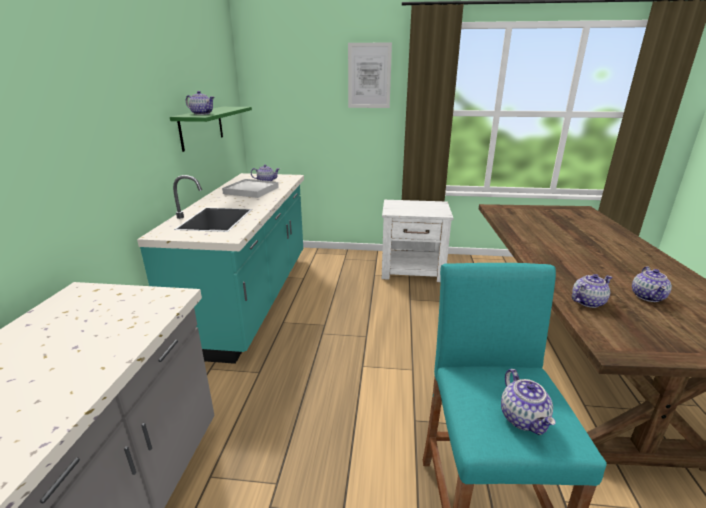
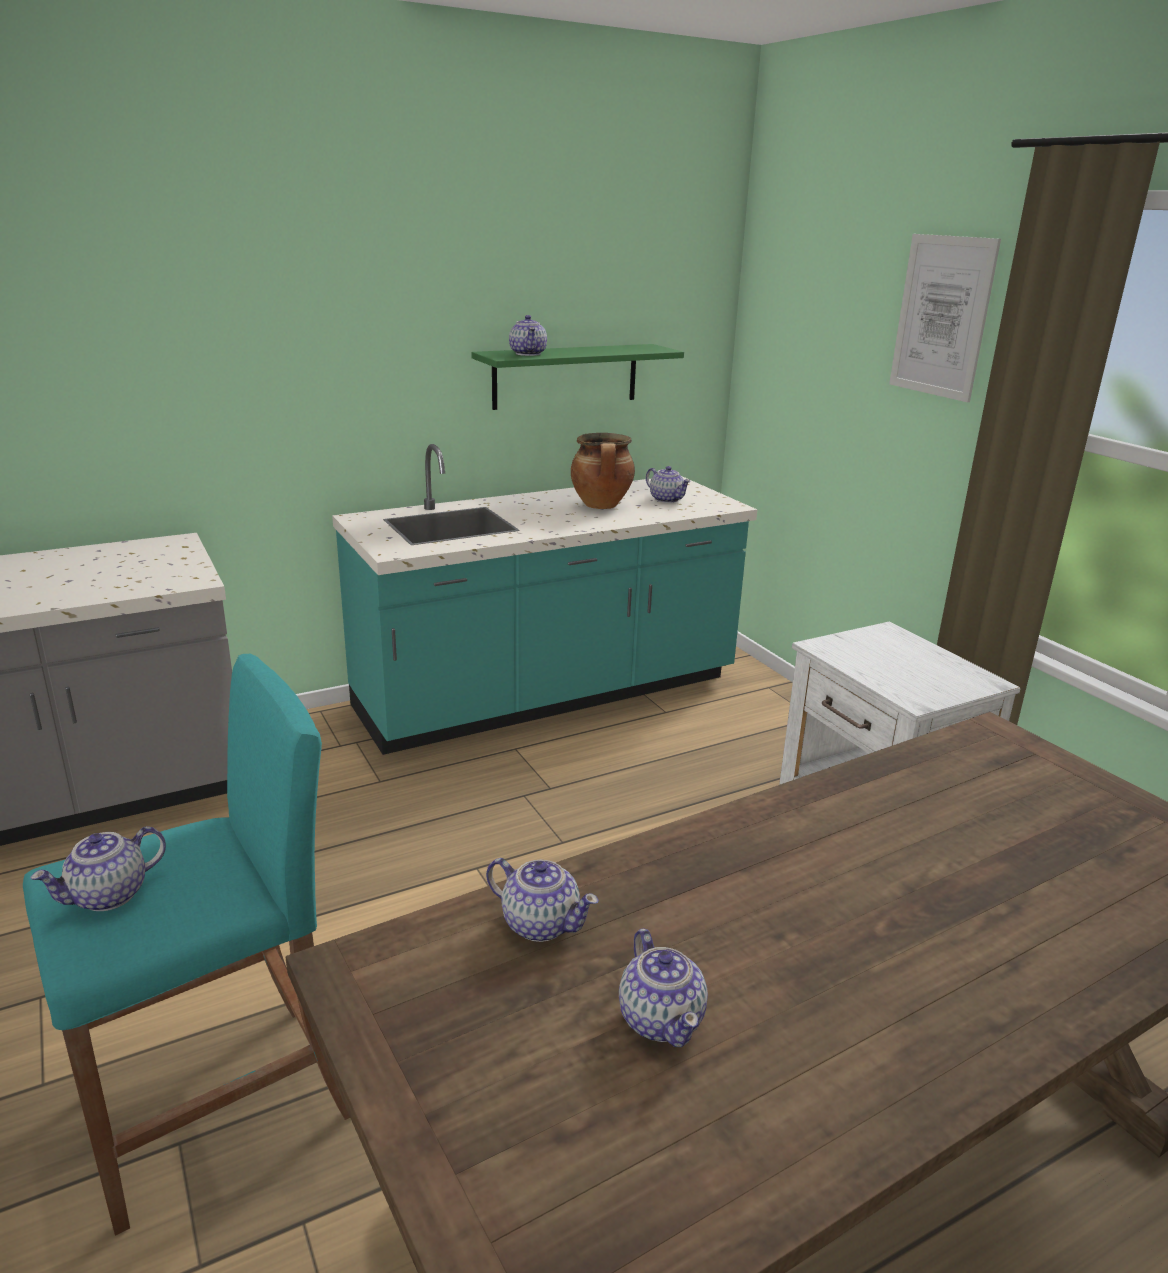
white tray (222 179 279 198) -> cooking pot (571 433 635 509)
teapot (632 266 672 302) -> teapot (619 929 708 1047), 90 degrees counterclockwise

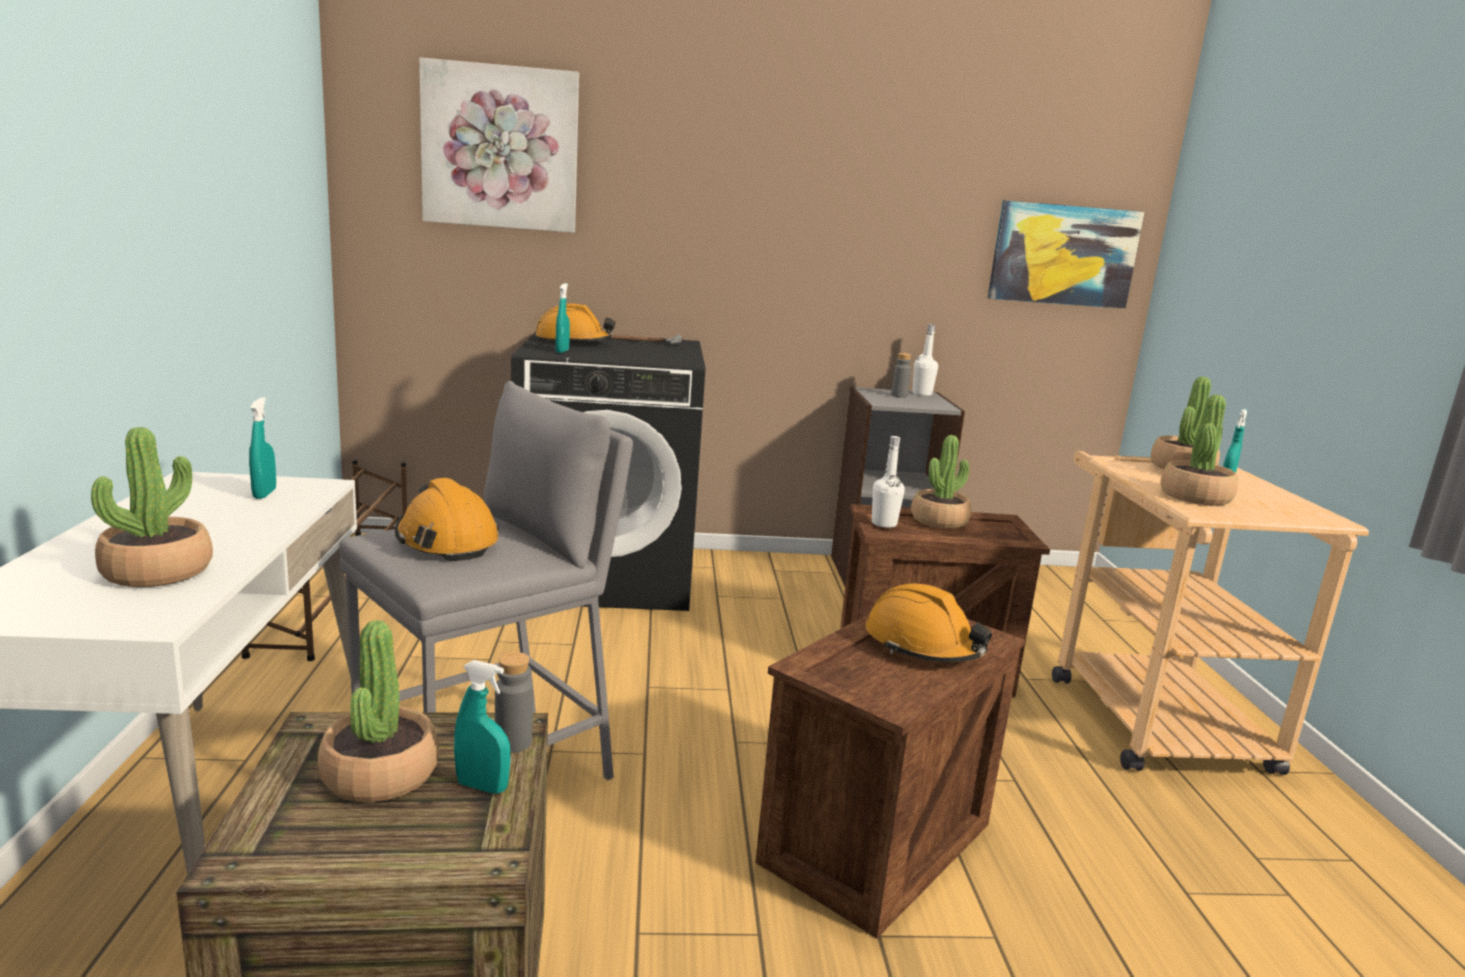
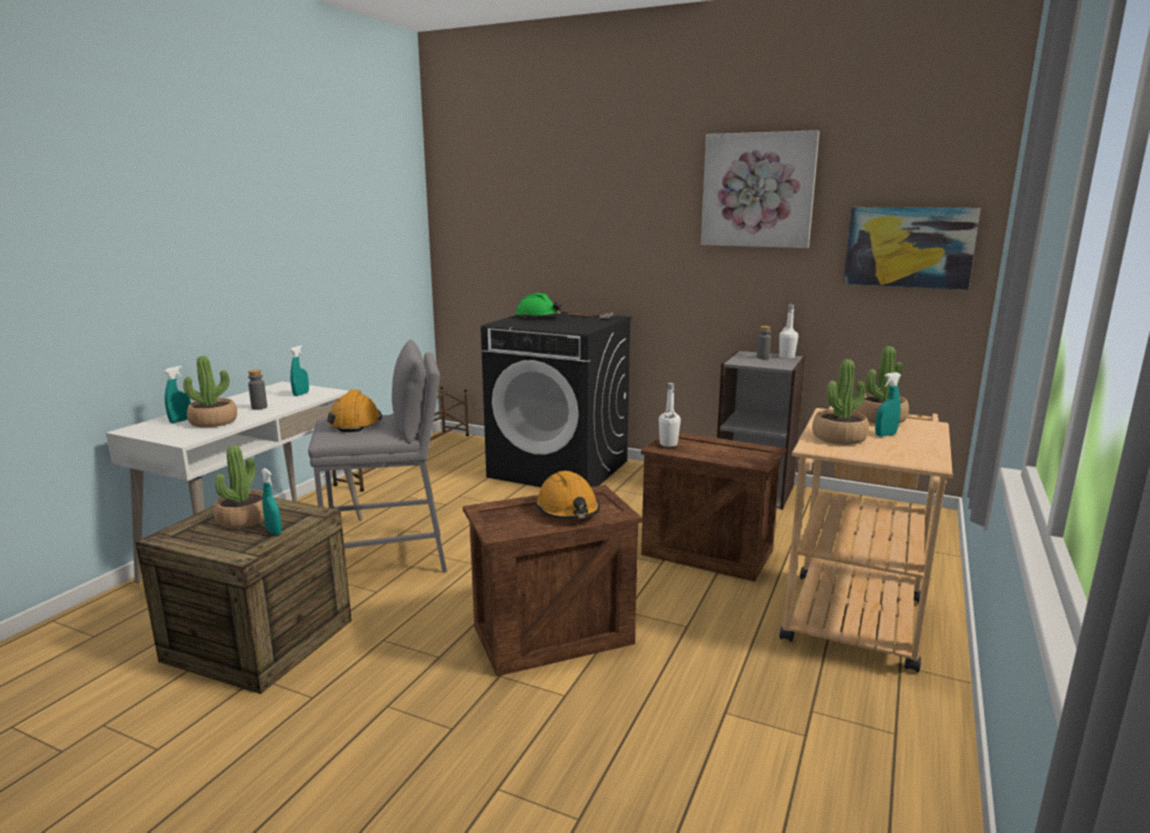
picture (419 57 579 233) -> picture (701 130 819 248), relocated
turquoise spray bottle (555 283 570 353) -> turquoise spray bottle (164 366 191 423), relocated
orange hard hat (535 304 615 342) -> green hard hat (516 293 562 318)
potted plant (911 435 971 529) -> none
grey bottle (495 652 533 753) -> grey bottle (248 369 267 410), relocated

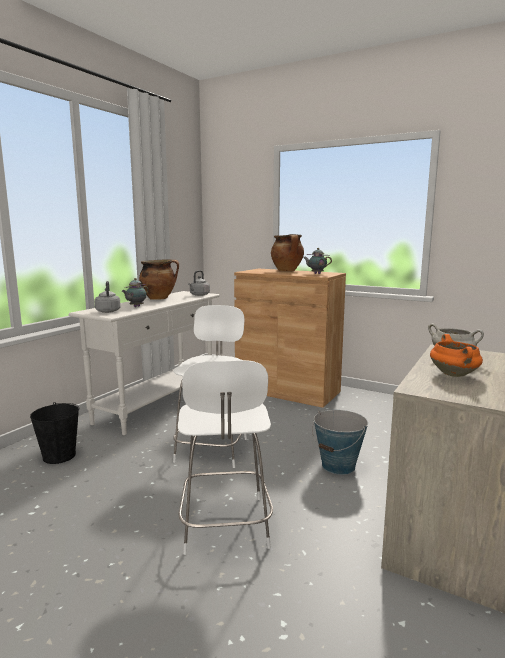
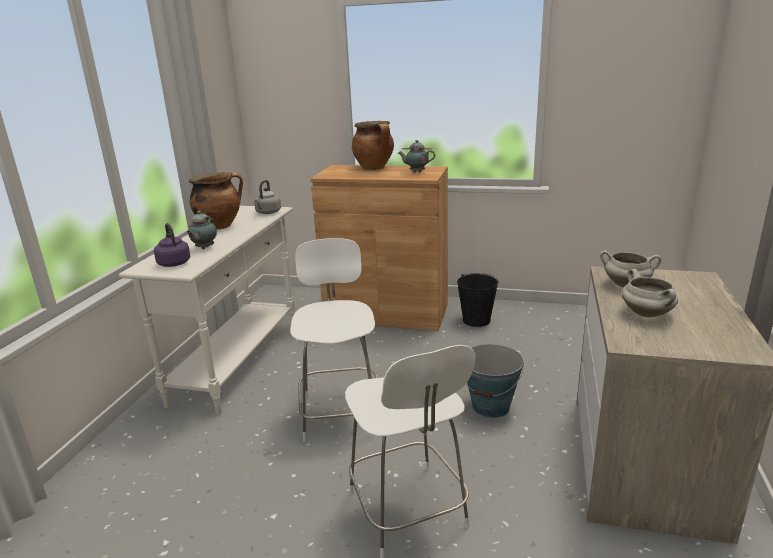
grey kettle (94 281 121 313) -> purple kettle (154 223 190 267)
orange cooking pot (430 334 483 377) -> white cooking pot (621 269 678 317)
black bucket (30 402 79 464) -> black bucket (457 273 499 327), relocated

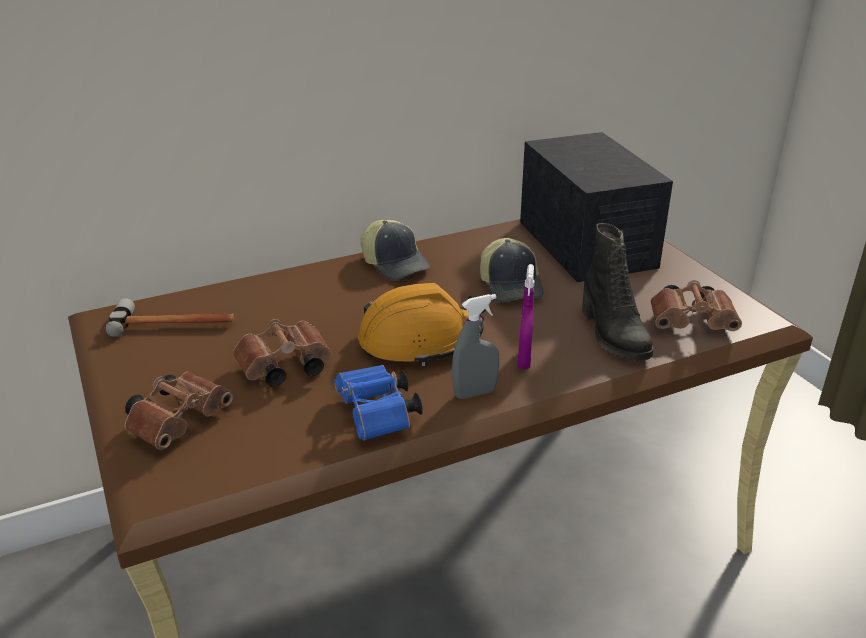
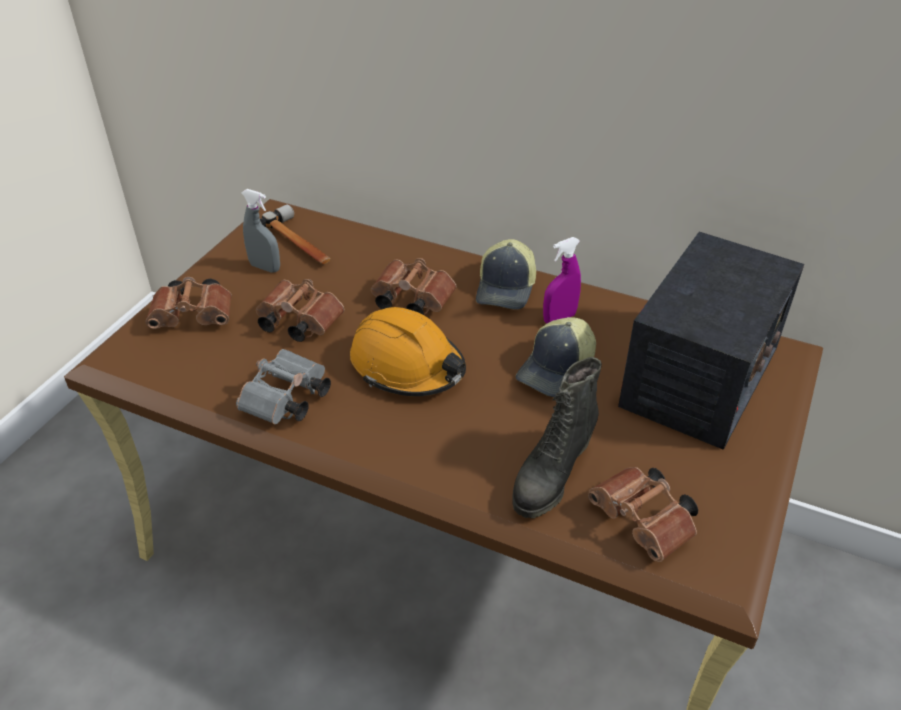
purple spray bottle (517 264 534 369) -> purple spray bottle (543 237 581 323), relocated
grey spray bottle (452 294 499 399) -> grey spray bottle (241 189 280 272), relocated
blue binoculars (334 365 423 441) -> grey binoculars (236 349 331 424)
none -> brown binoculars (371 258 456 315)

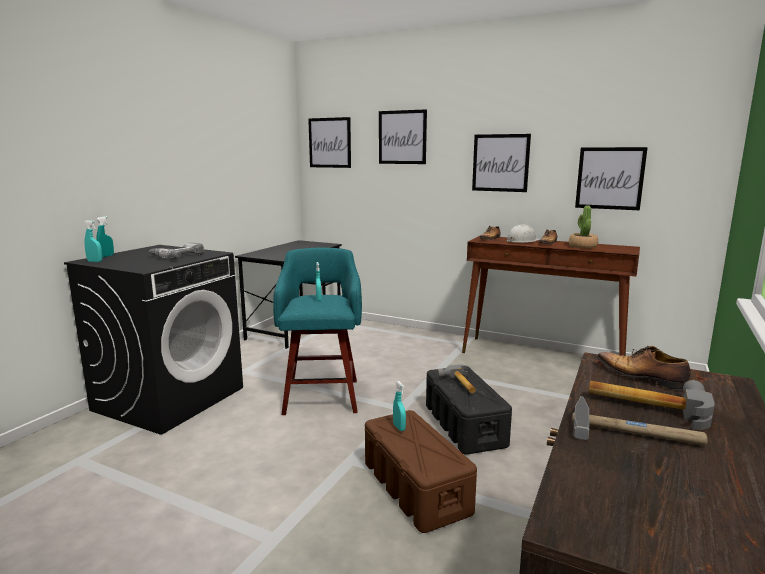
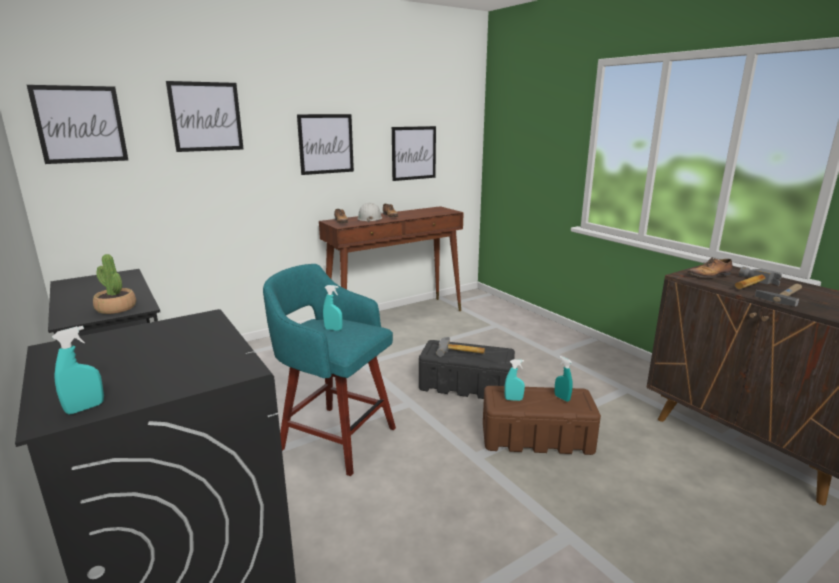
potted plant (569 205 598 249) -> potted plant (93 254 136 314), relocated
turquoise spray bottle (96 216 114 257) -> turquoise spray bottle (555 356 573 402), relocated
power drill (149 242 204 259) -> none

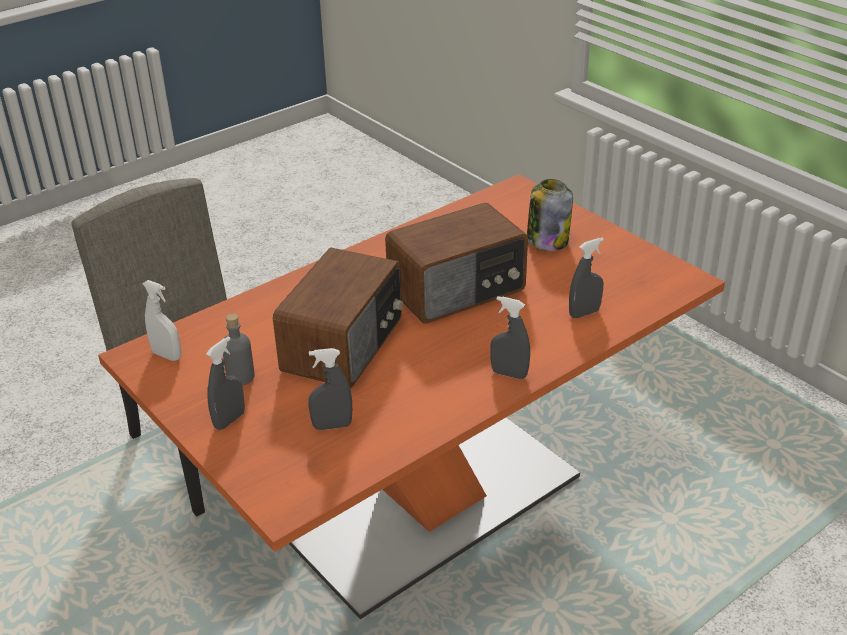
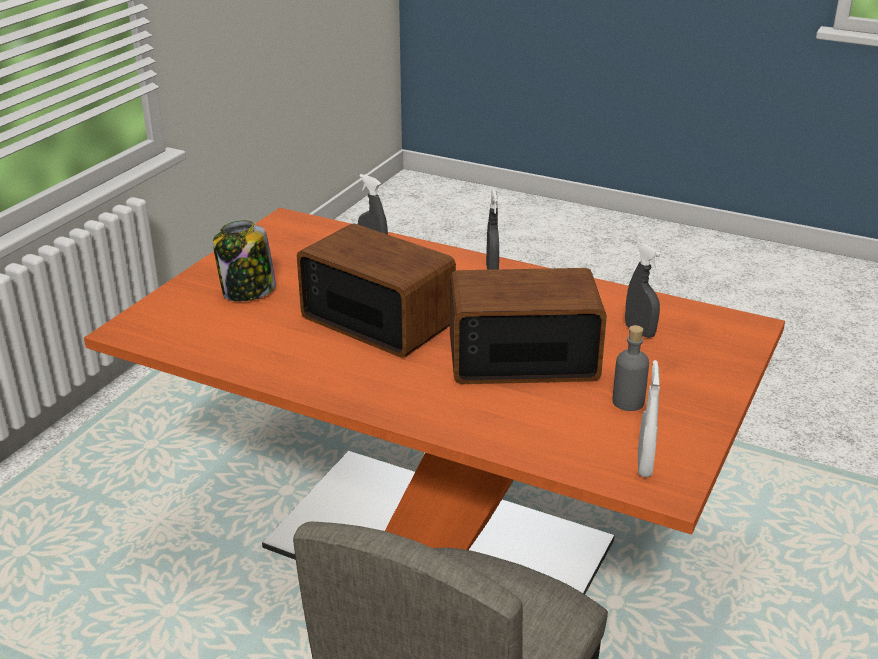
grey spray bottle (206 336 245 430) -> none

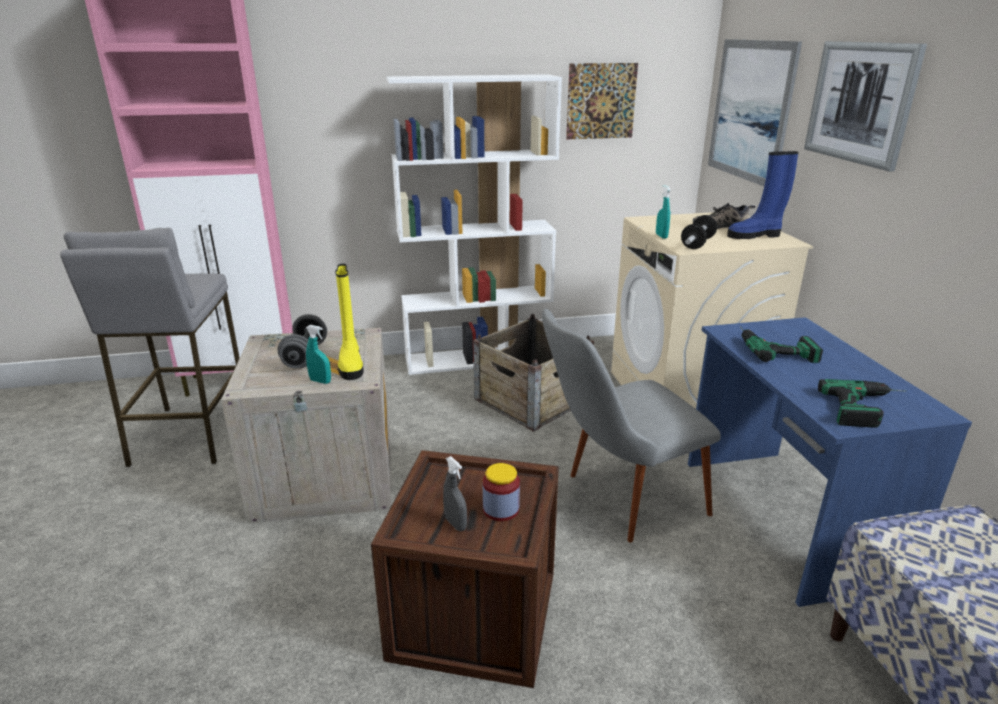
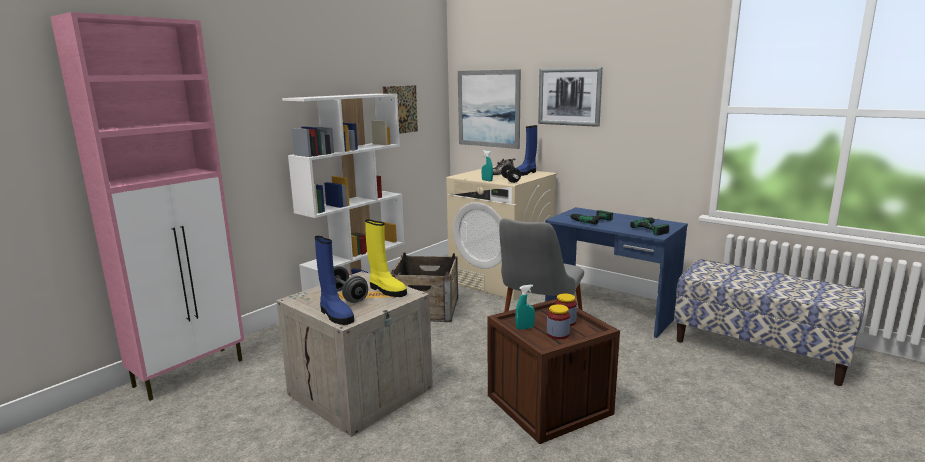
grey stool (60 228 240 467) -> none
turquoise spray bottle (306 325 331 384) -> turquoise spray bottle (515 285 535 330), relocated
grey spray bottle (443 456 467 531) -> jar (547 304 570 339)
none -> blue boot (315 236 354 325)

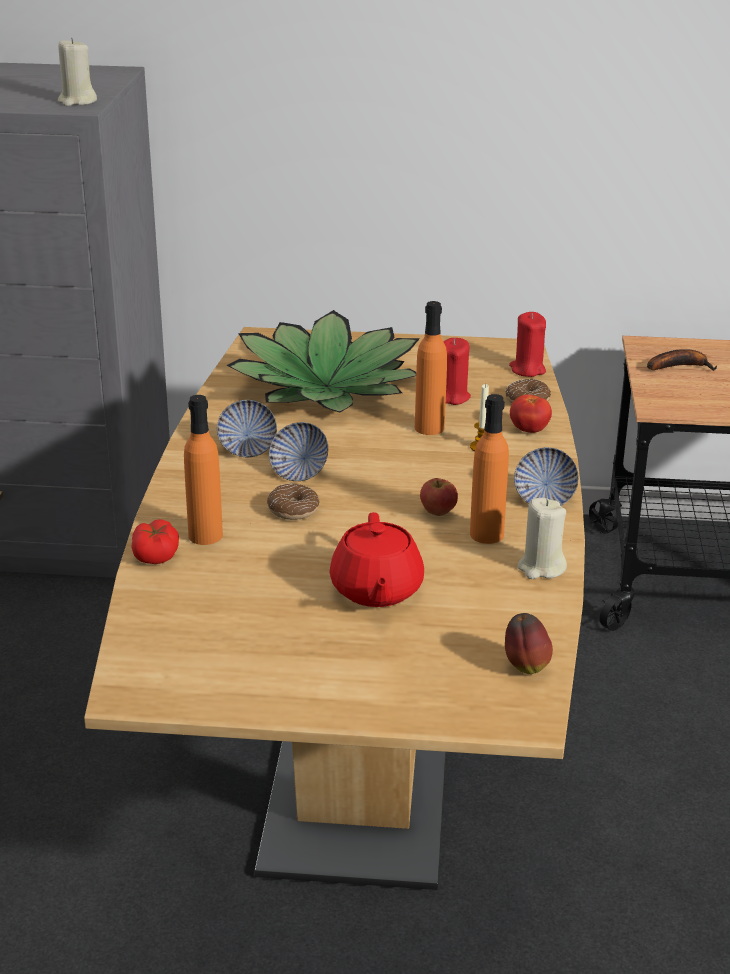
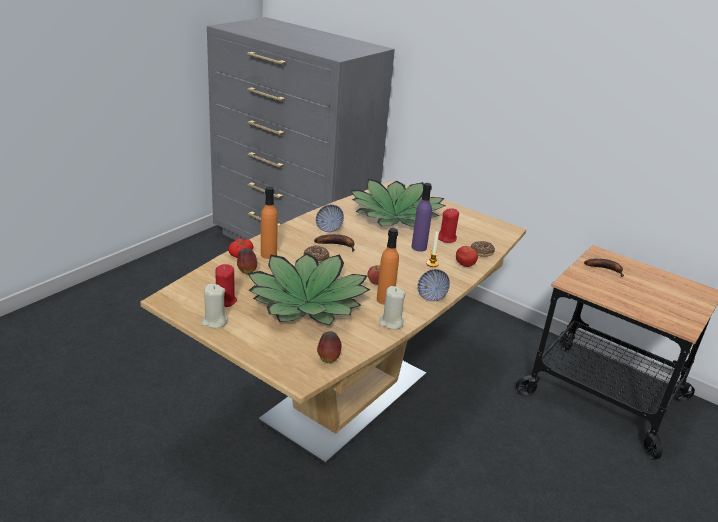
beige candle (58 38 97 106) -> beige candle (201 284 228 328), relocated
orange bottle (415 301 447 435) -> purple bottle (411 183 432 252)
red candle (509 312 546 377) -> red candle (215 264 237 307), relocated
bowl (269 422 328 481) -> banana (314 234 355 252)
red teapot (330 512 424 607) -> potted plant (247 253 371 325)
none -> apple (237 248 257 274)

